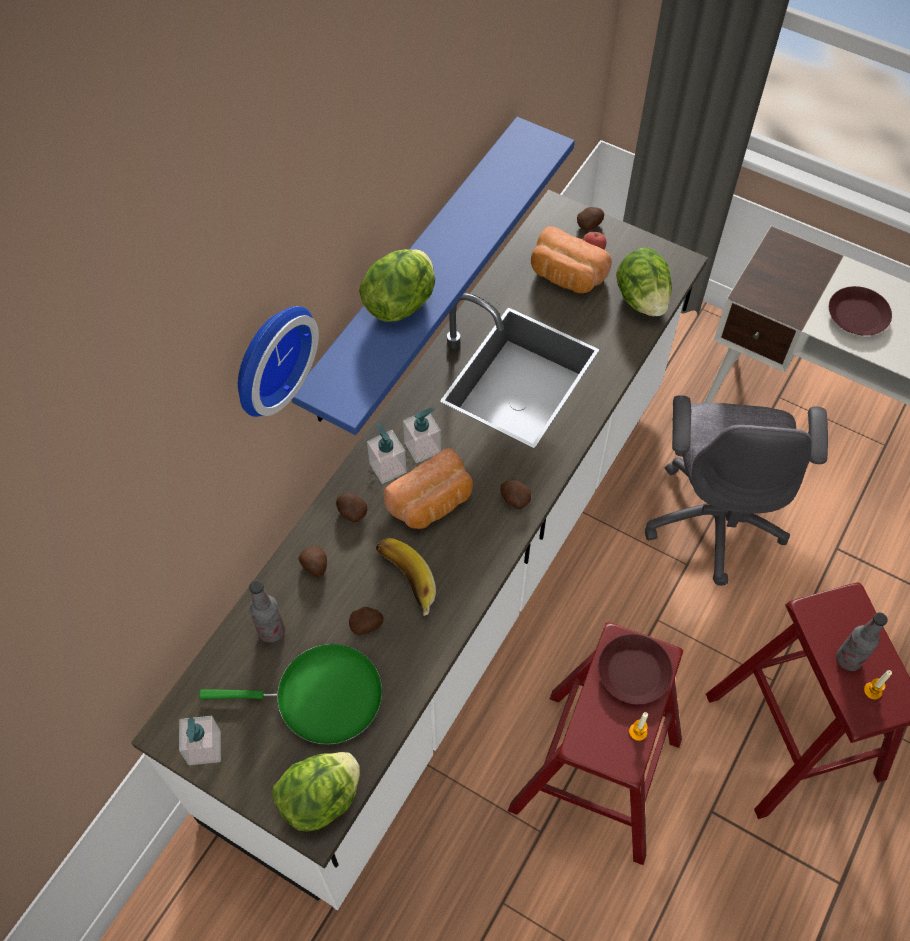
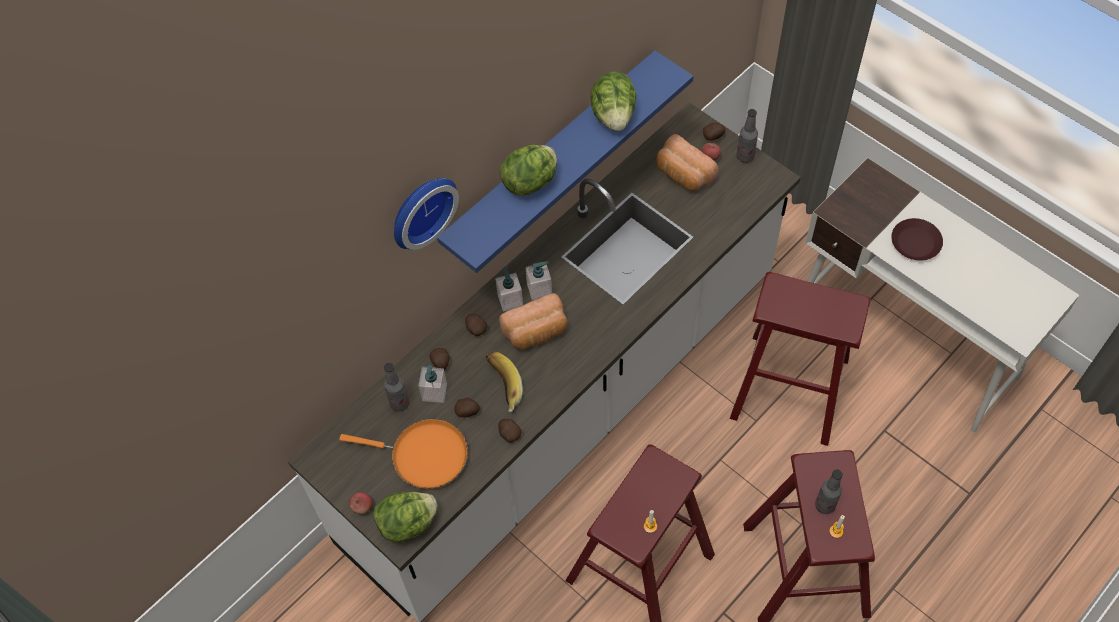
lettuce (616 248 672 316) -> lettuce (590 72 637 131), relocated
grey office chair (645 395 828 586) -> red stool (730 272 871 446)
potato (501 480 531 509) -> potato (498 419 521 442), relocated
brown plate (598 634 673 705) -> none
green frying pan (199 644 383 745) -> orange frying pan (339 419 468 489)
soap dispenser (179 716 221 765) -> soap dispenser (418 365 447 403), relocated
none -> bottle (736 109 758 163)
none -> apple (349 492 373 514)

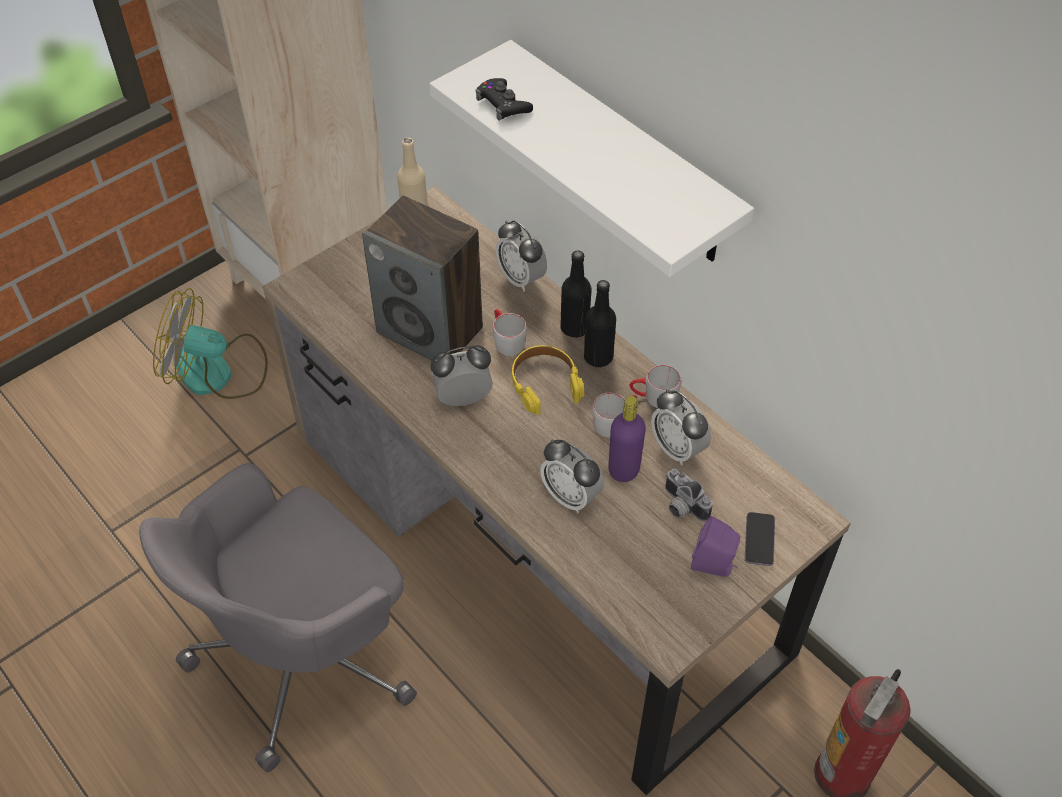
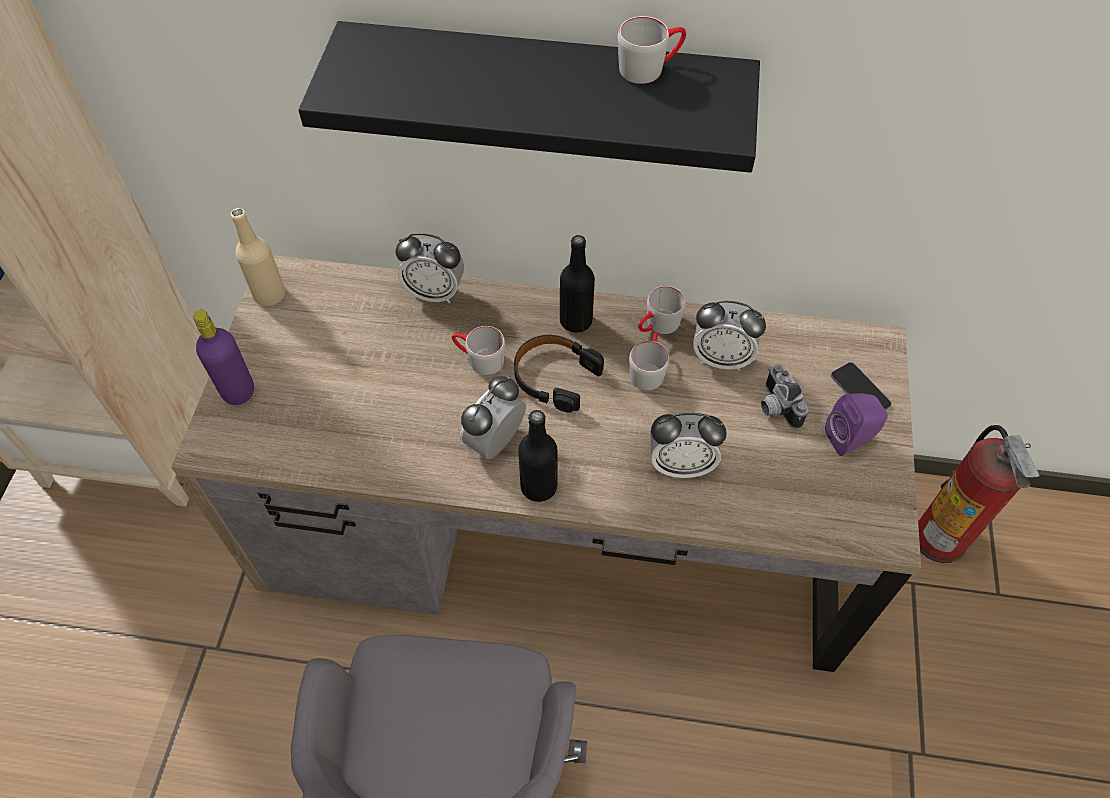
white shelf (429 40 754 277) -> black shelf (298 21 760 173)
black game controller (475 78 533 121) -> none
speaker (362 196 483 360) -> none
black bottle (560 250 591 338) -> black bottle (518 410 558 502), relocated
fan (153 288 268 399) -> none
yellow headphones (512 345 584 415) -> black headphones (514 335 604 413)
purple bottle (608 396 646 482) -> purple bottle (193 310 254 405), relocated
photo camera (665 468 713 522) -> photo camera (761 364 808 429), 60 degrees clockwise
none -> grey mug (618 16 686 84)

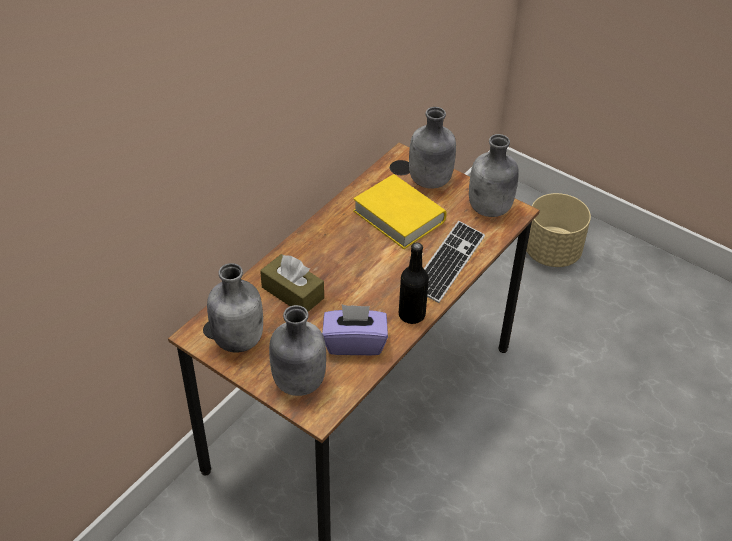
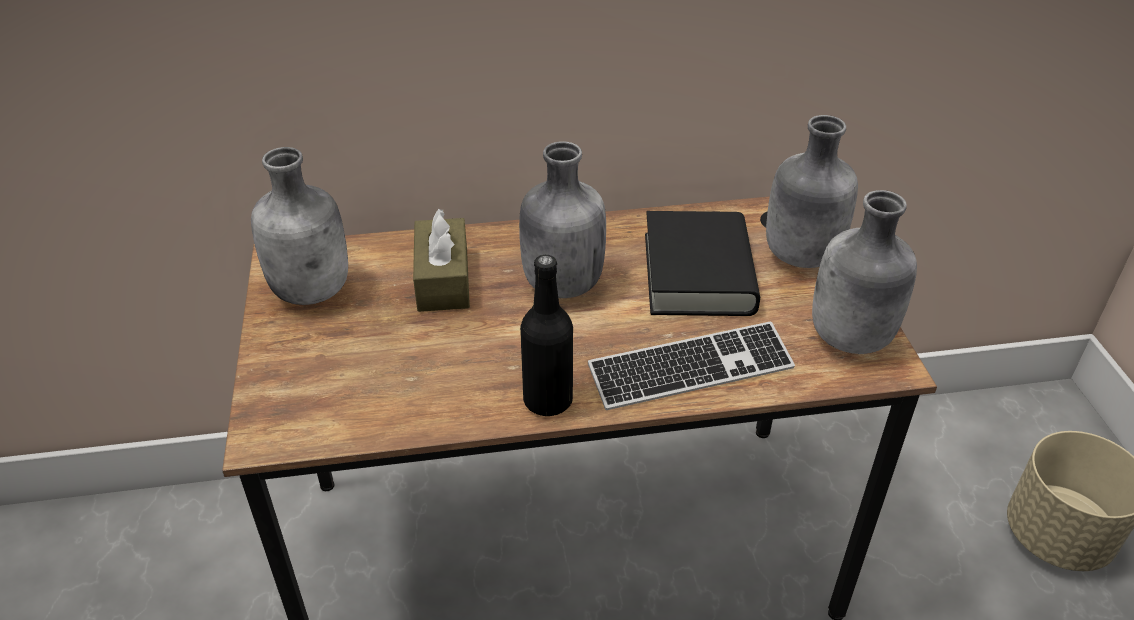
yellow book (353 174 447 249) -> black book (645 211 760 316)
purple tissue box (322 304 388 355) -> none
grey bottle (269 305 326 396) -> grey bottle (519 142 606 298), relocated

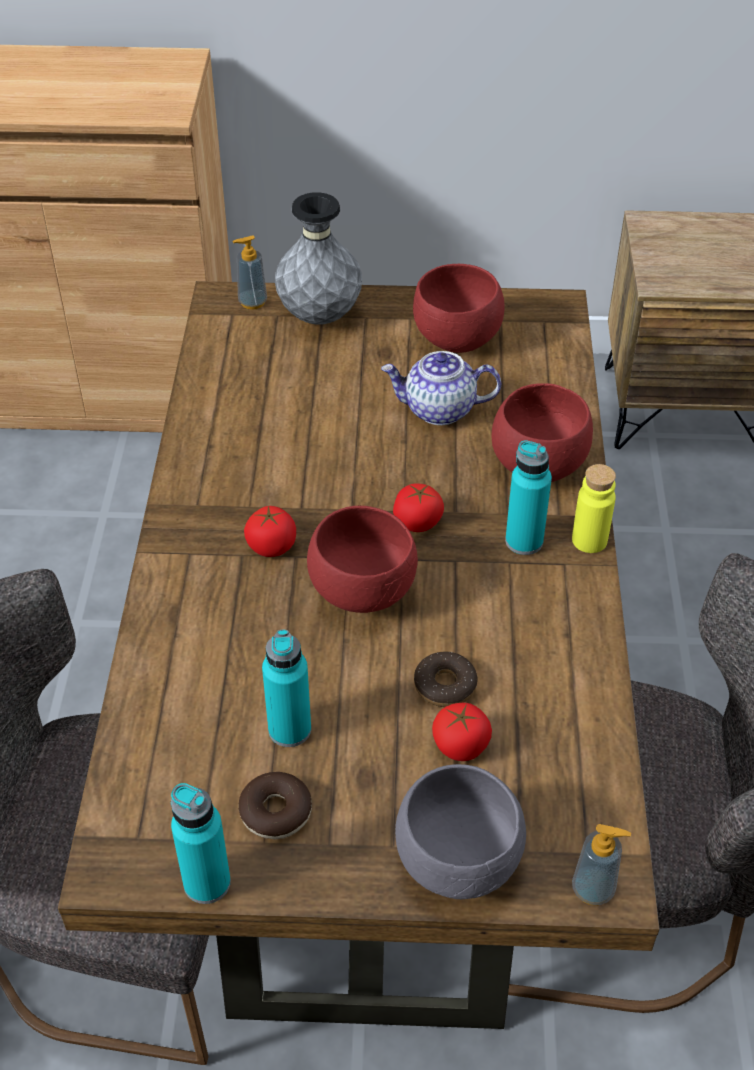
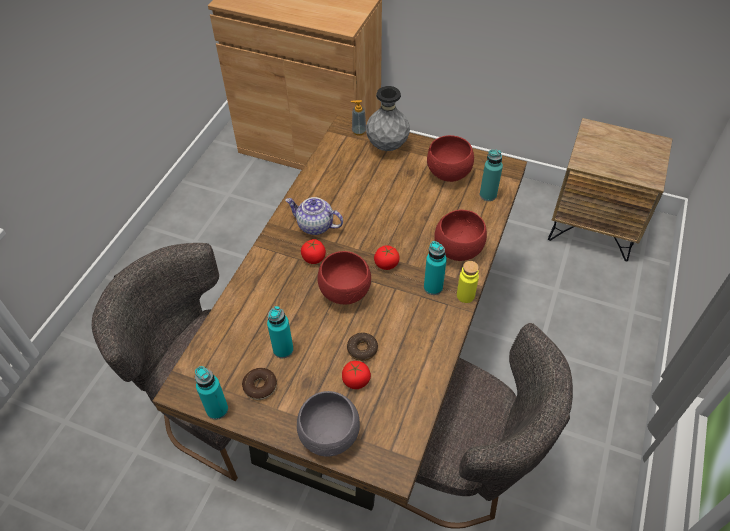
teapot (381 351 501 425) -> teapot (285 197 343 235), relocated
soap dispenser (572 824 631 905) -> none
none -> turquoise bottle (480 150 503 201)

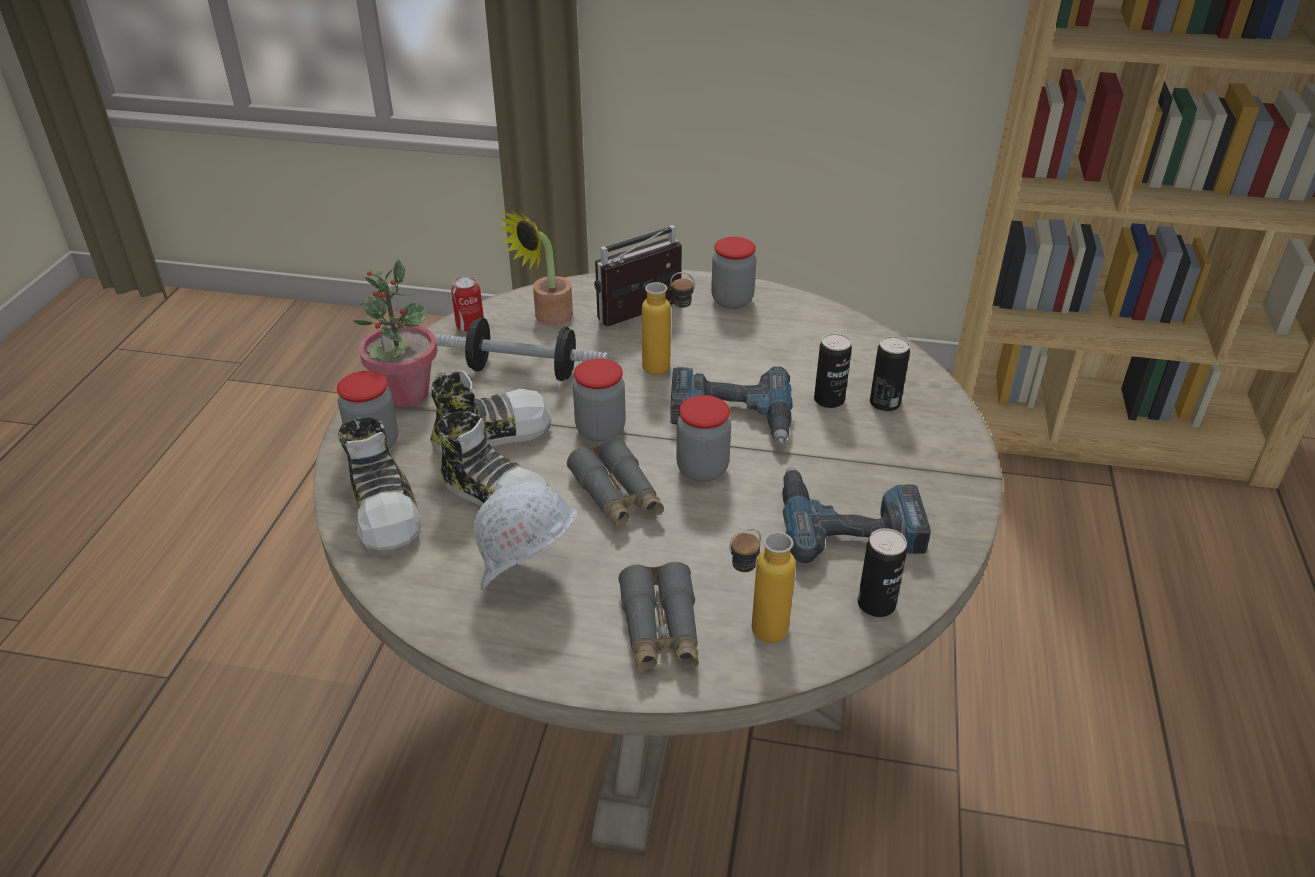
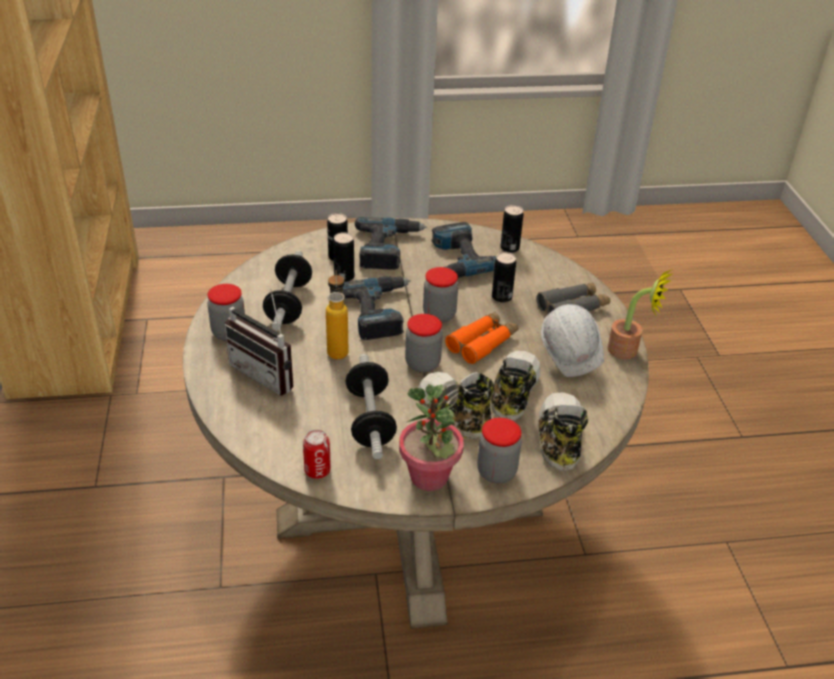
potted plant (499 210 573 325) -> potted plant (608 269 674 359), relocated
shoe (338 417 421 556) -> shoe (539 392 588 471), 45 degrees counterclockwise
grey binoculars (567 437 664 529) -> orange binoculars (445 311 518 364)
bottle (729 528 796 643) -> none
none -> power drill (355 217 427 270)
none -> dumbbell (263 251 312 330)
none -> can (492 252 516 303)

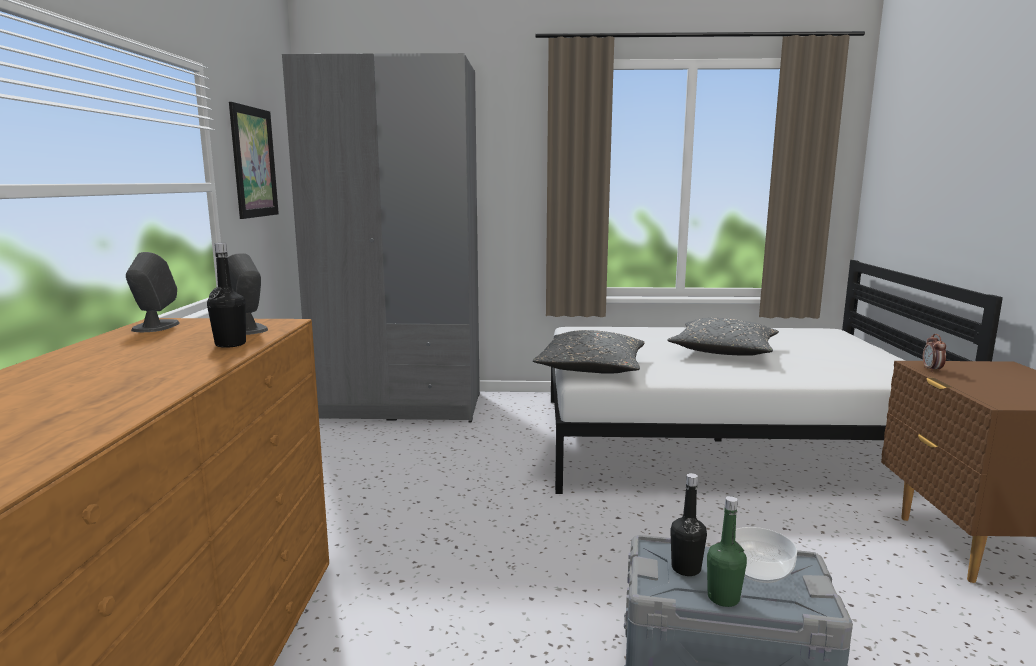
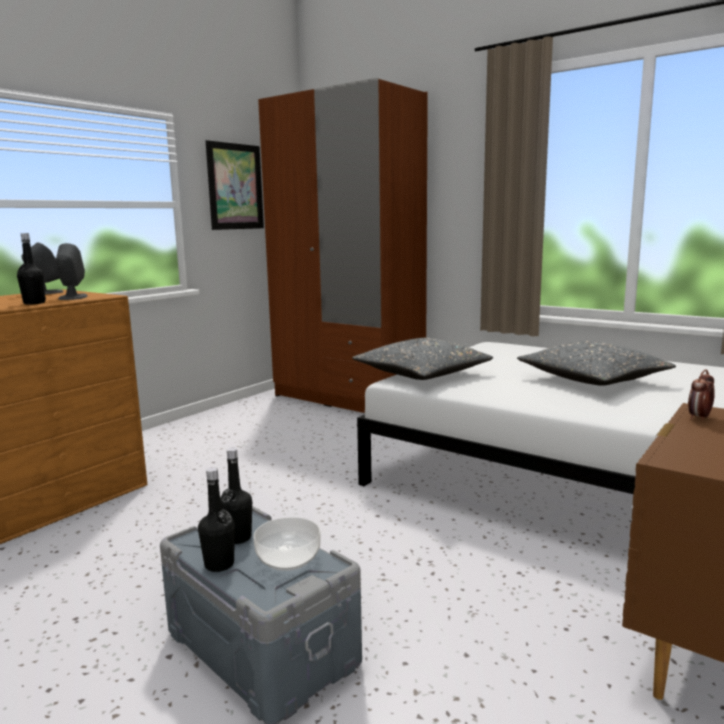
grey wardrobe (282 53 480 423) -> brown wardrobe (258 78 428 413)
green bottle (707 496 747 607) -> black bottle (198 467 235 572)

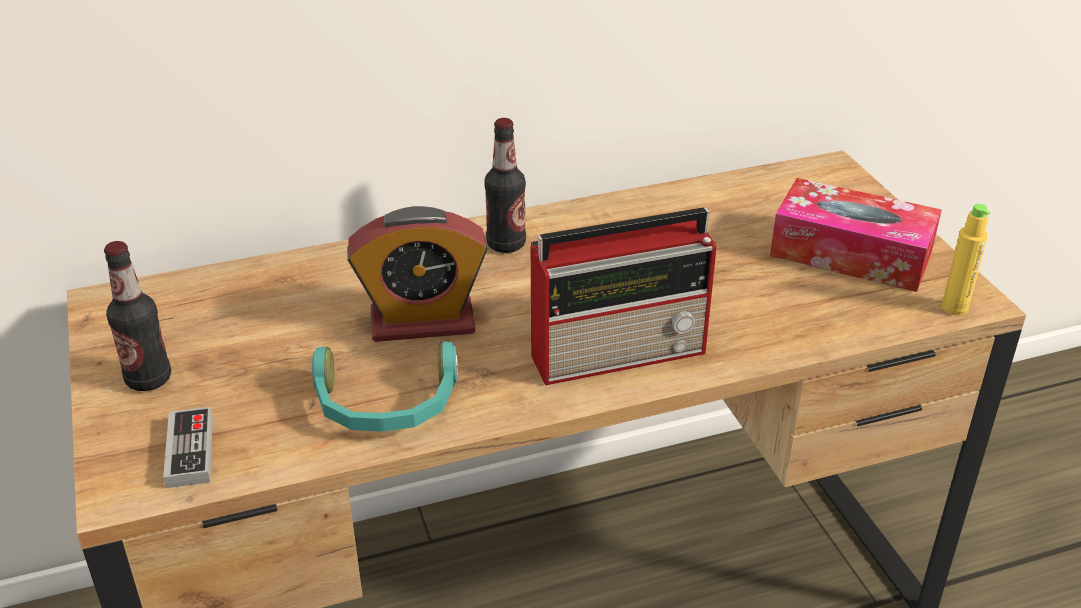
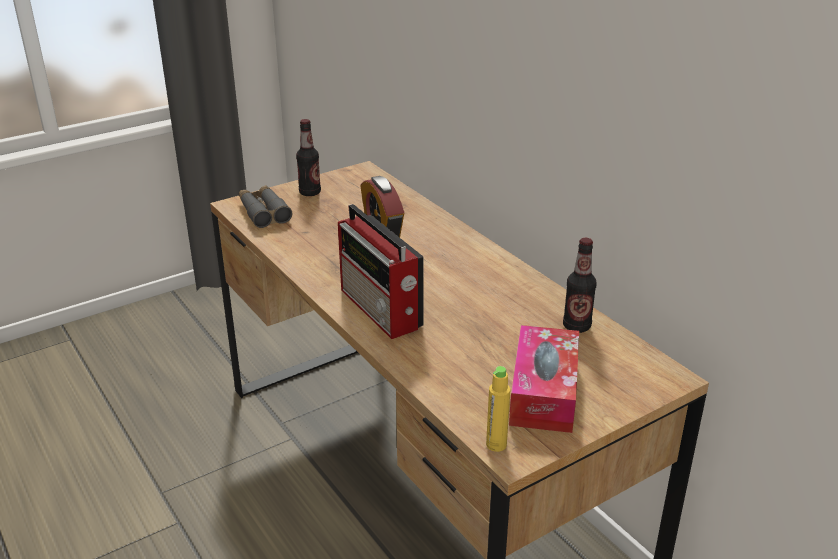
bottle (484 118 526 253) -> bottle (563 238 597 333), relocated
turquoise headphones (312 341 458 432) -> none
game controller (163 407 213 488) -> grey binoculars (239 185 292 228)

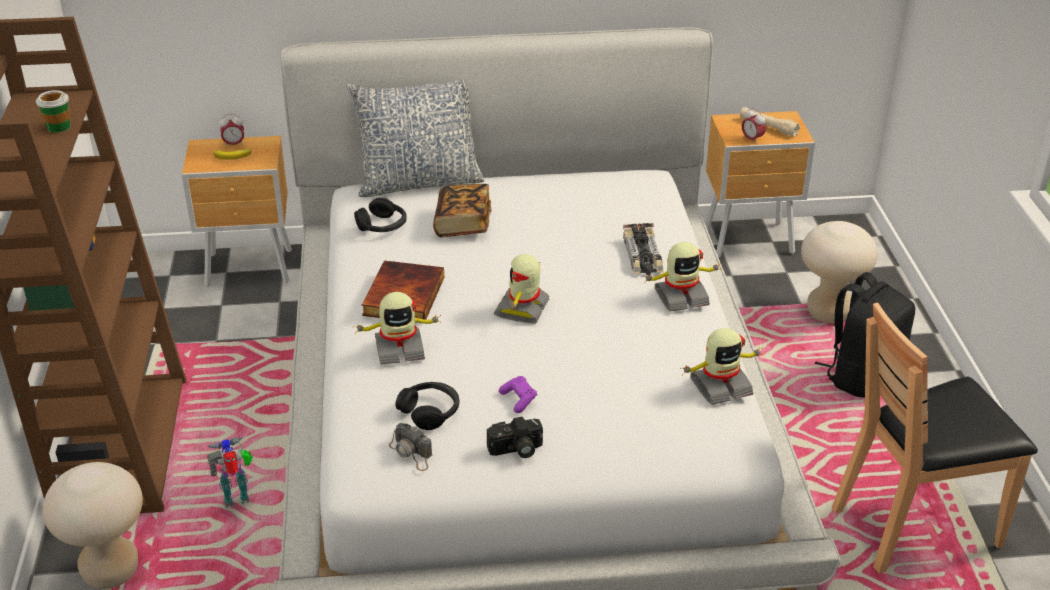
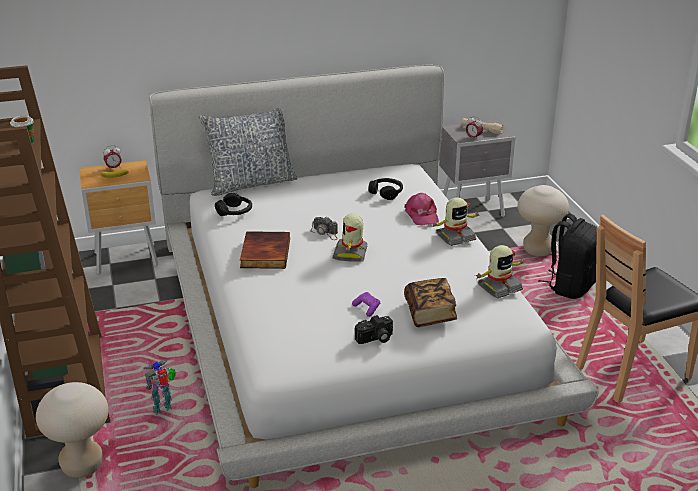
brown nightstand (705 111 815 258) -> grey nightstand (439 119 515 217)
book (433 184 492 238) -> book (404 278 457 327), relocated
toy car (623 223 663 275) -> pink cap (404 193 439 226)
toy robot (353 292 441 365) -> none
black headphones (395 382 459 430) -> black headphones (368 178 403 200), relocated
photo camera (389 423 432 471) -> photo camera (310 217 338 240), relocated

